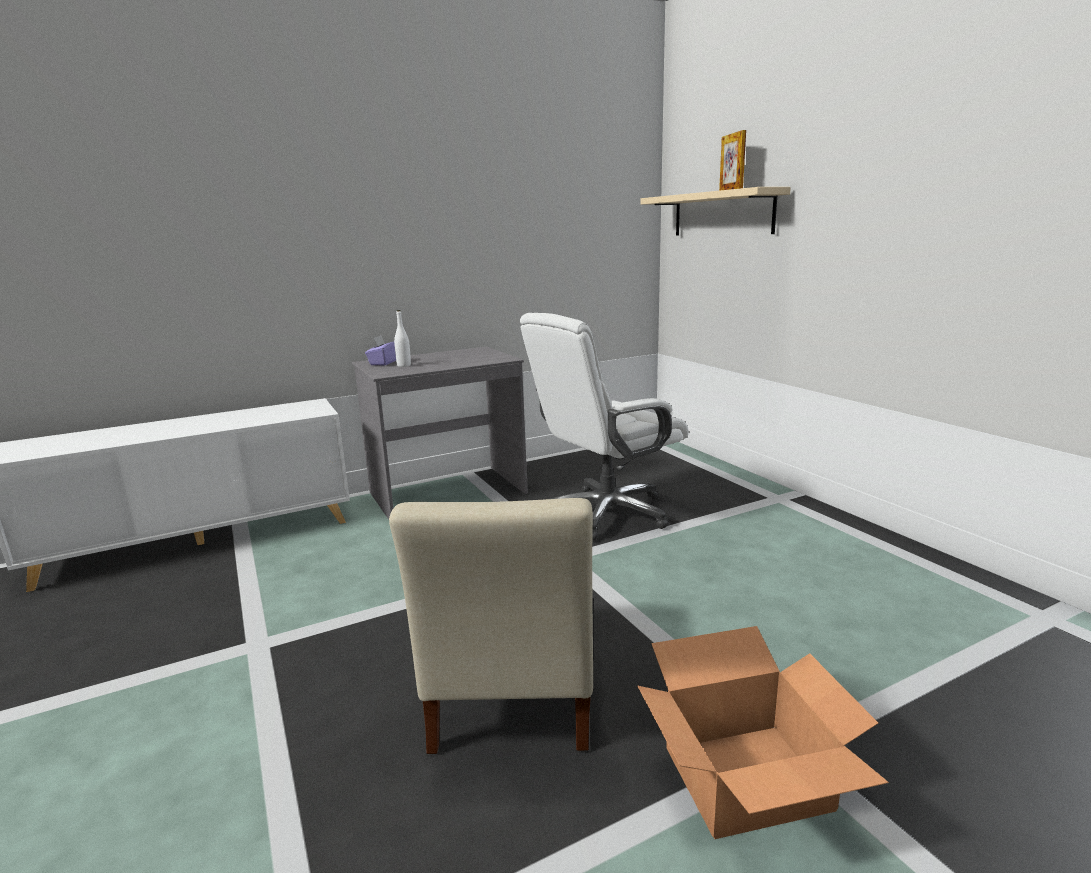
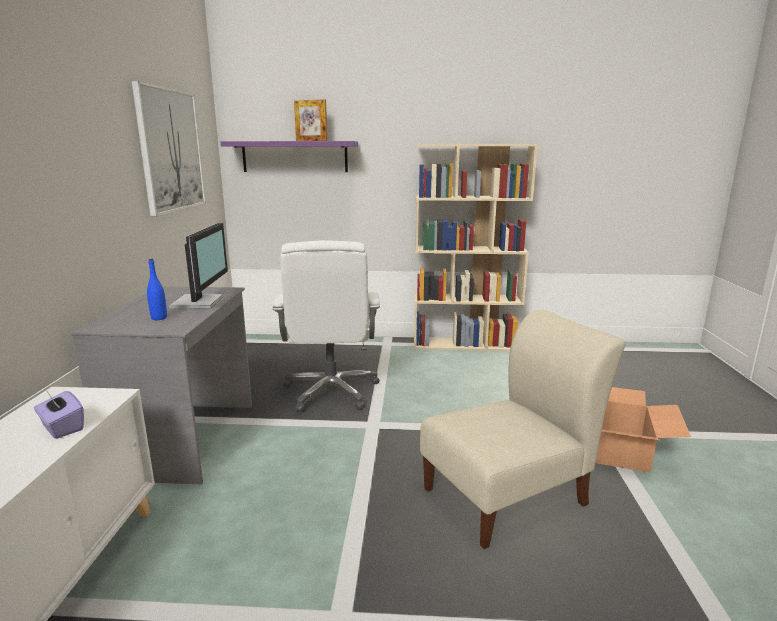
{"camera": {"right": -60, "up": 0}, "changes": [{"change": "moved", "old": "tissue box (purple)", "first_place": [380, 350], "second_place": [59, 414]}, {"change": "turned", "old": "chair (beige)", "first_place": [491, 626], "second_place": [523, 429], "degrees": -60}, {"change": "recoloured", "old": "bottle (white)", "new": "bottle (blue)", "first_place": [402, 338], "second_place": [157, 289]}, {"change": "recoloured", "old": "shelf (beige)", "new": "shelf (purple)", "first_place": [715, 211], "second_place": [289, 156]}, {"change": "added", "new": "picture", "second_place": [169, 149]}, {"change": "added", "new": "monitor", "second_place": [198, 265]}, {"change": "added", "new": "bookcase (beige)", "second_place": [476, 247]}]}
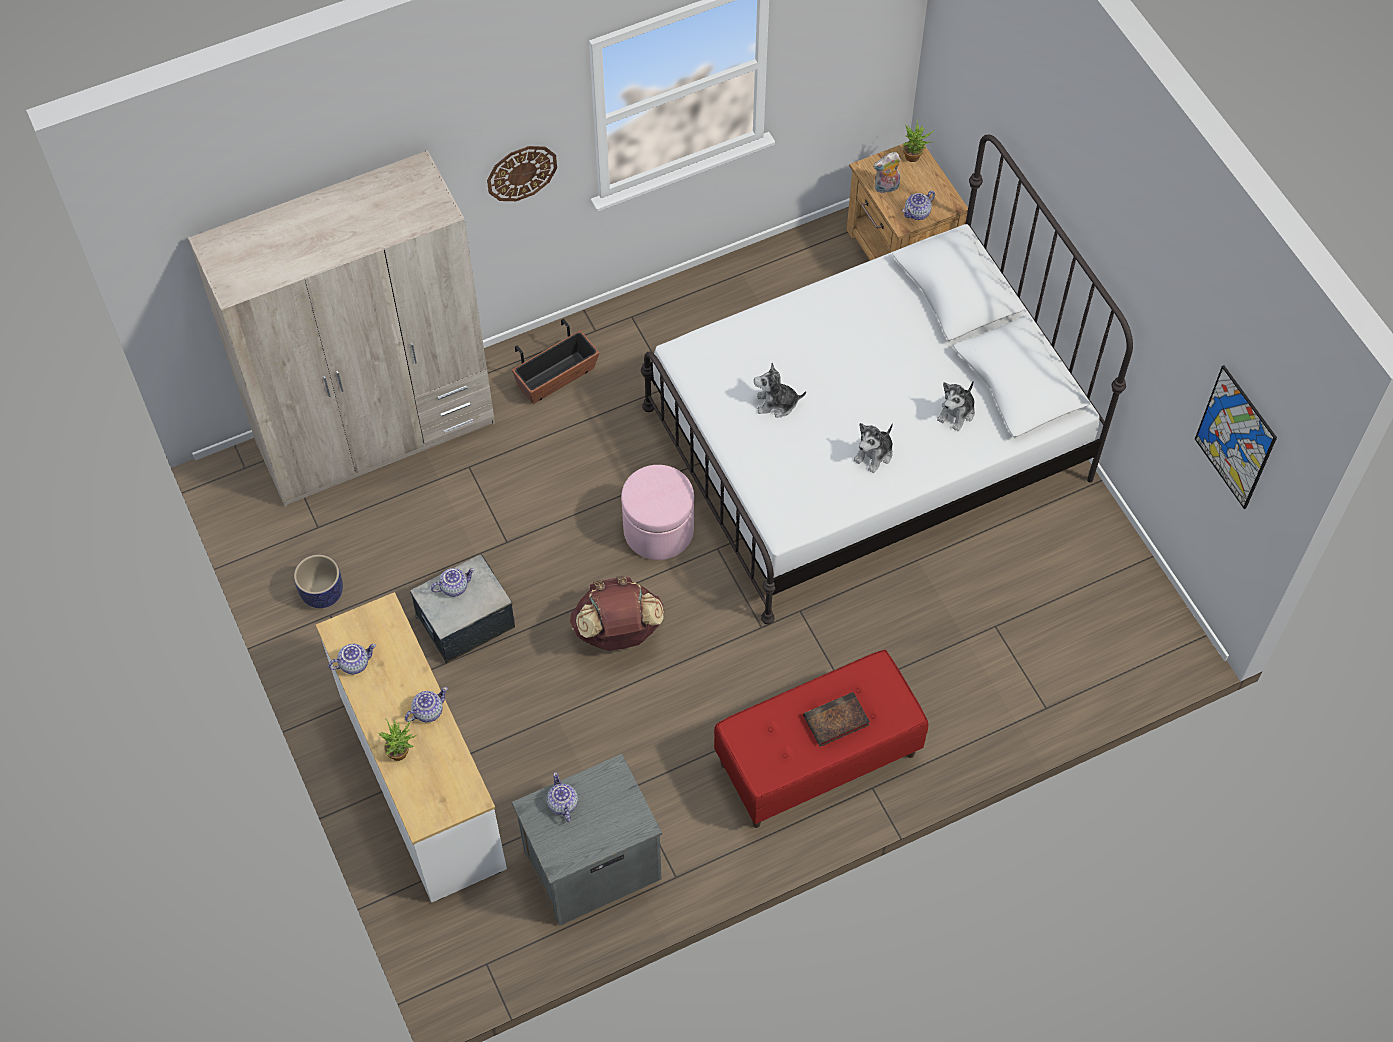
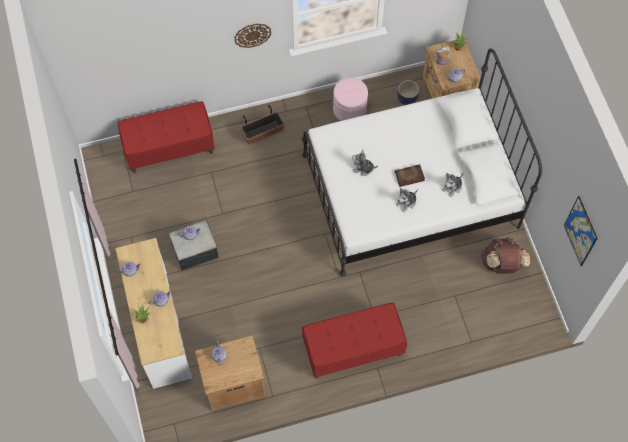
{"camera": {"right": 10, "up": 5}, "changes": [{"change": "replaced", "old": "wardrobe (beige)", "new": "bench (red)", "first_place": [341, 328], "second_place": [166, 137]}, {"change": "moved", "old": "planter", "first_place": [318, 581], "second_place": [408, 92]}, {"change": "recoloured", "old": "nightstand (grey)", "new": "nightstand (brown)", "first_place": [587, 840], "second_place": [230, 373]}, {"change": "moved", "old": "backpack (brown)", "first_place": [617, 613], "second_place": [505, 255]}, {"change": "moved", "old": "ottoman (pink)", "first_place": [657, 512], "second_place": [350, 99]}, {"change": "moved", "old": "book", "first_place": [836, 719], "second_place": [410, 175]}]}
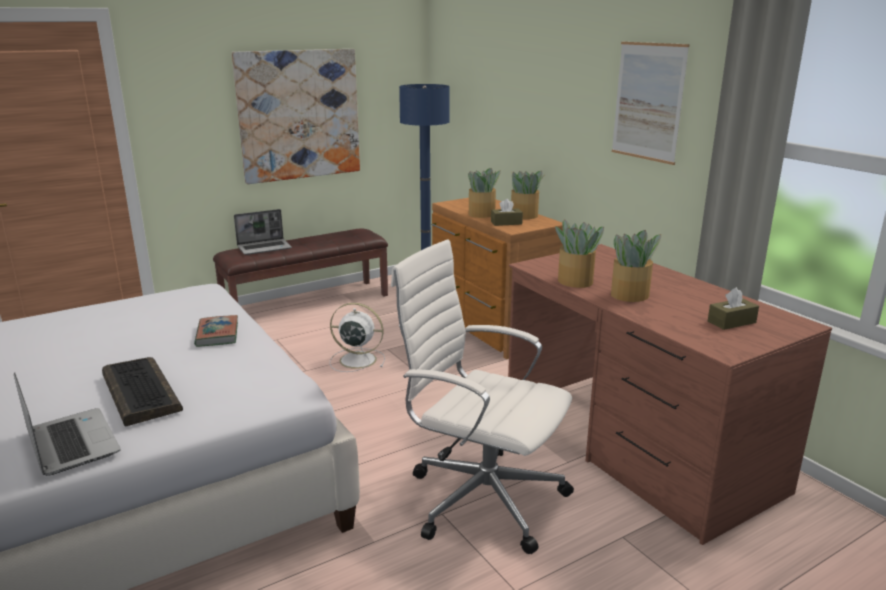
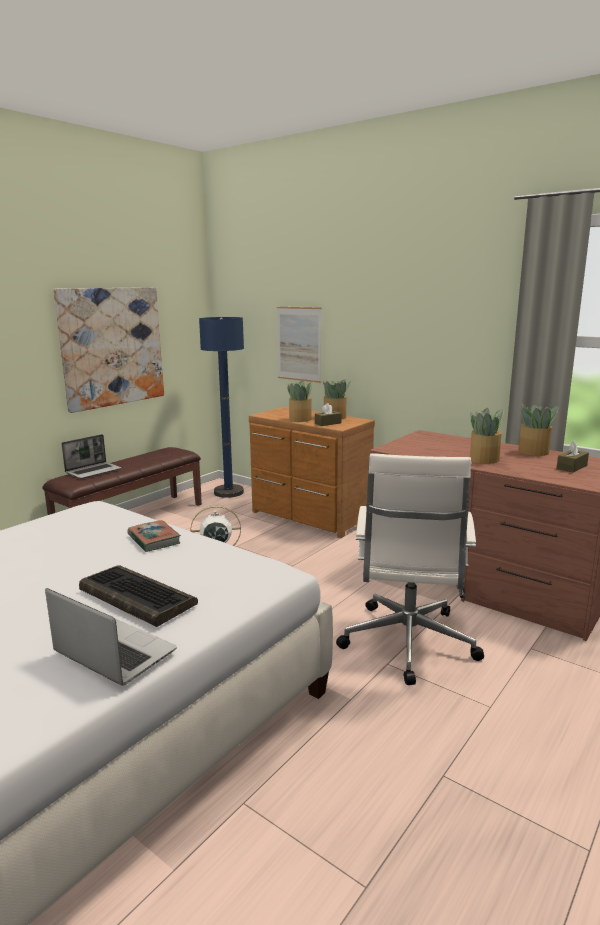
{"camera": {"right": -20, "up": -5}, "changes": [{"change": "turned", "old": "office chair (white)", "first_place": [482, 396], "second_place": [410, 569], "degrees": -90}, {"change": "moved", "old": "potted plant", "first_place": [579, 253], "second_place": [538, 430]}, {"change": "moved", "old": "picture", "first_place": [651, 103], "second_place": [299, 345]}]}
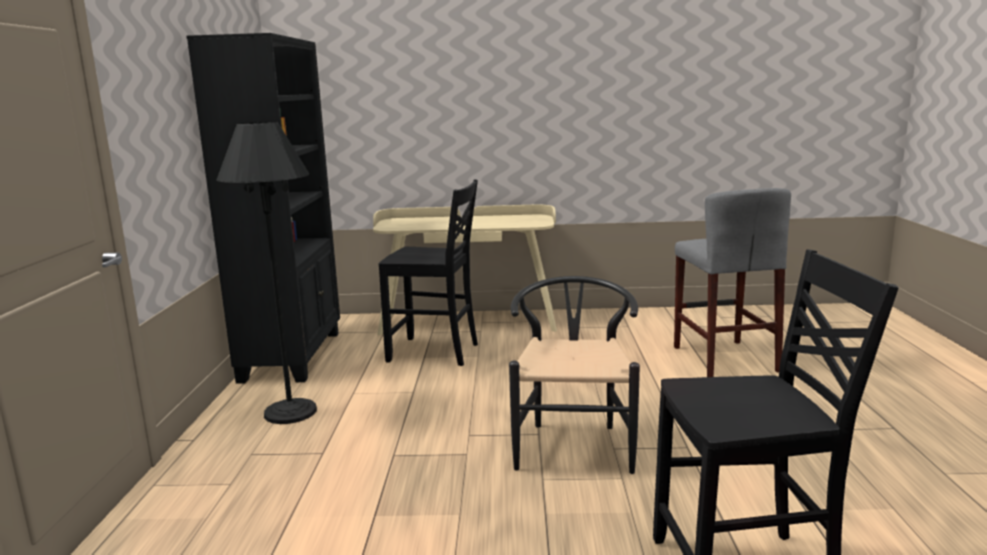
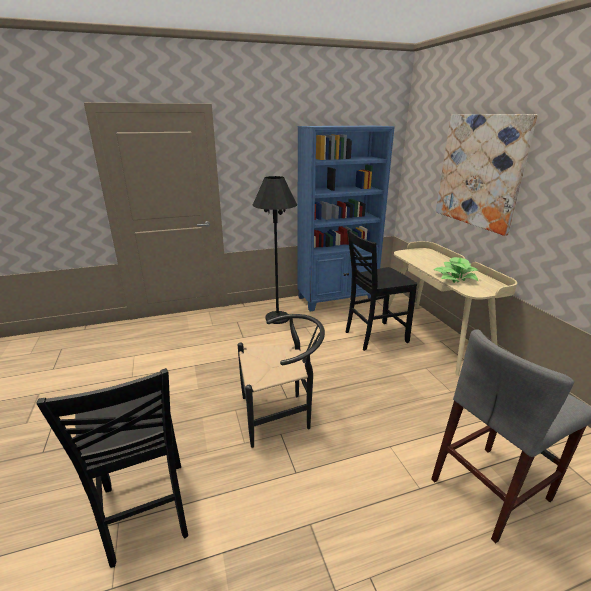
{"camera": {"right": 70, "up": 10}, "changes": [{"change": "recoloured", "old": "bookcase (black)", "new": "bookcase (blue)", "first_place": [263, 208], "second_place": [346, 218]}, {"change": "turned", "old": "chair (black)", "first_place": [428, 272], "second_place": [381, 290], "degrees": 75}, {"change": "added", "new": "potted plant", "second_place": [456, 270]}, {"change": "added", "new": "picture", "second_place": [487, 175]}]}
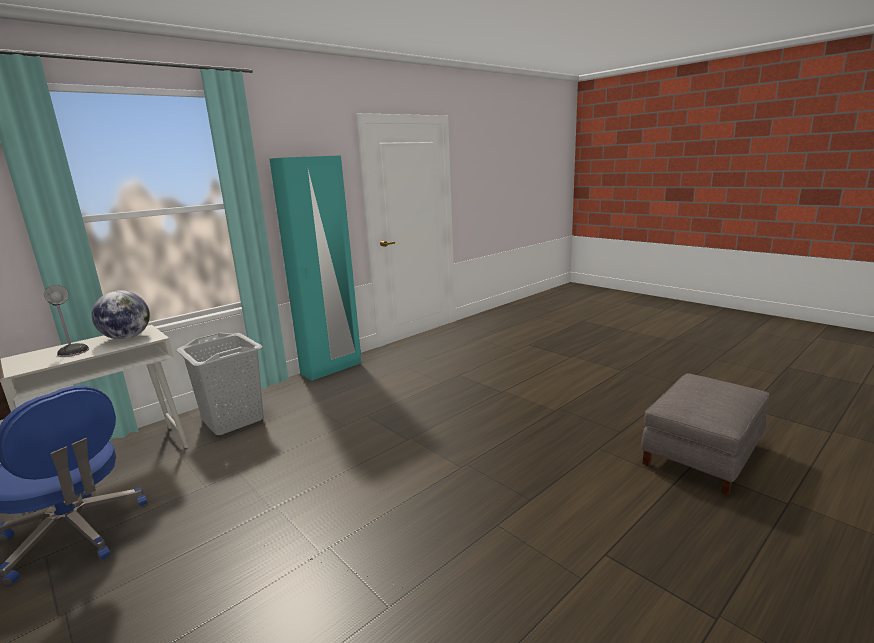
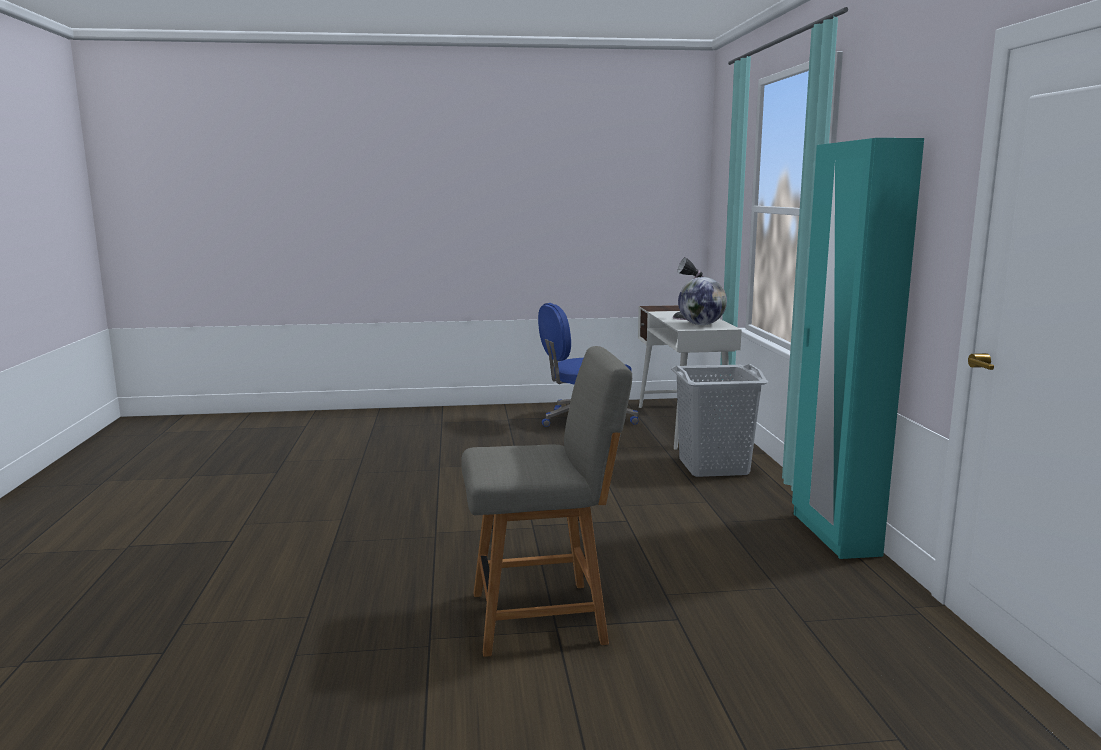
{"camera": {"right": 125, "up": -5}, "changes": [{"change": "removed", "old": "ottoman (grey)", "first_place": [705, 434]}, {"change": "added", "new": "chair (grey)", "second_place": [546, 501]}]}
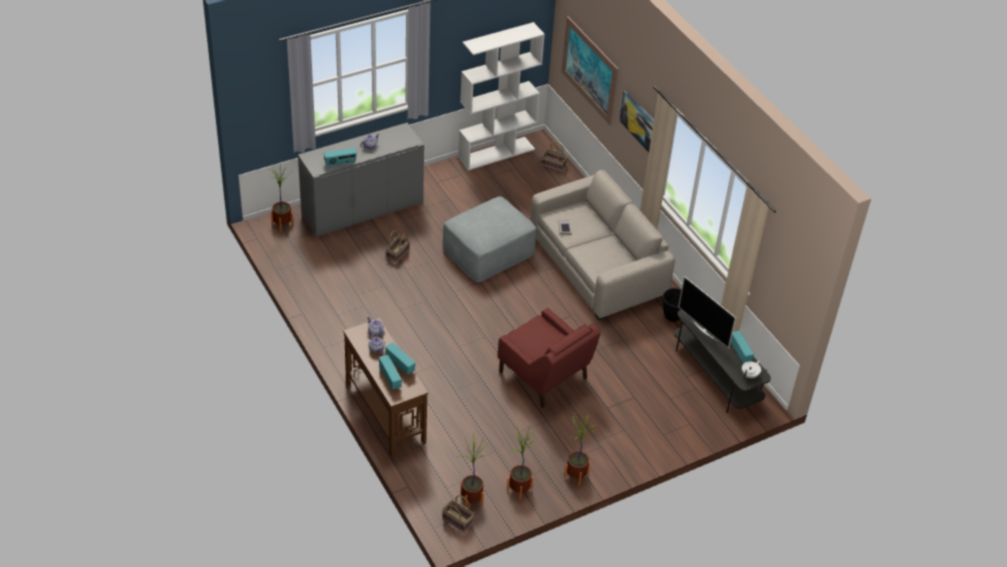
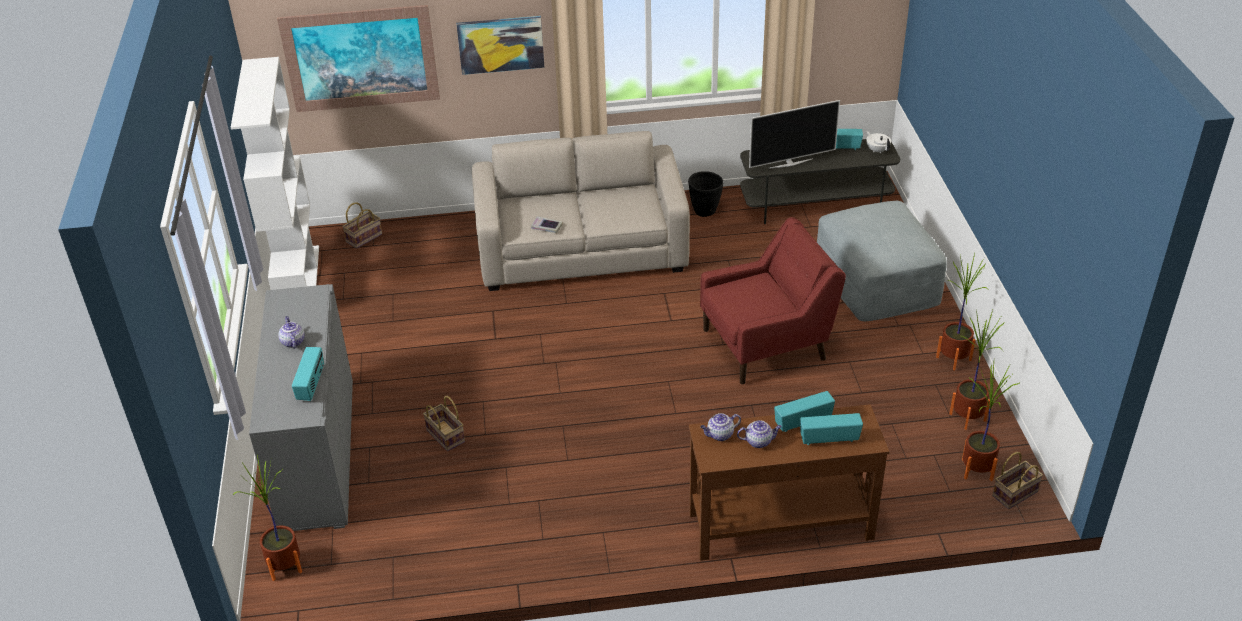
{"camera": {"right": -65, "up": -5}, "changes": [{"change": "moved", "old": "ottoman (grey)", "first_place": [490, 239], "second_place": [882, 261]}]}
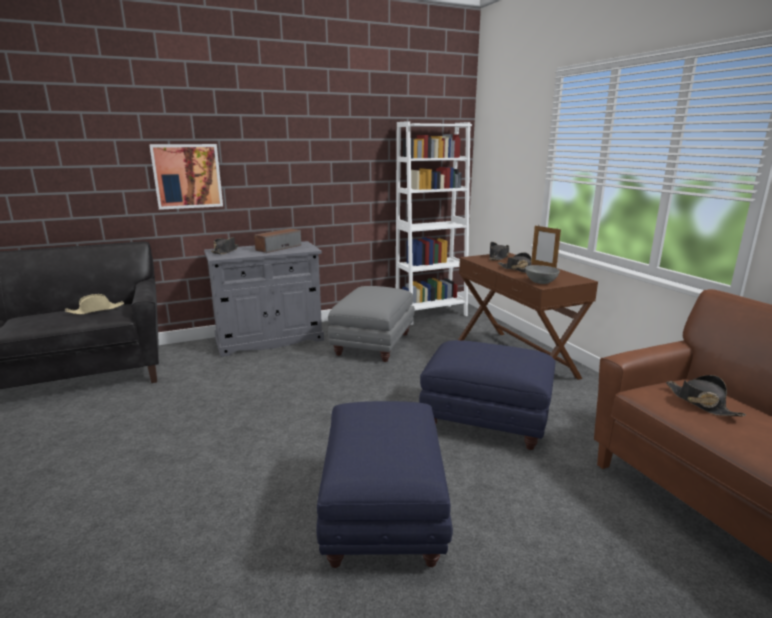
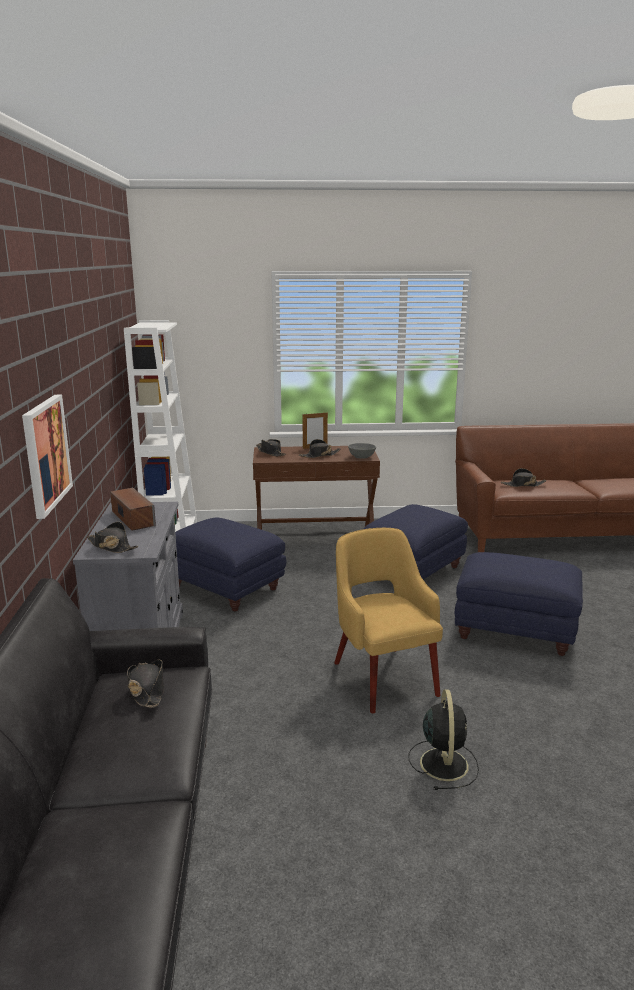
{"camera": {"right": -70, "up": 0}, "changes": [{"change": "recoloured", "old": "hat (beige)", "new": "hat (black)", "first_place": [95, 304], "second_place": [145, 684]}, {"change": "recoloured", "old": "ottoman (grey)", "new": "ottoman (blue)", "first_place": [371, 324], "second_place": [231, 564]}, {"change": "added", "new": "armchair (yellow)", "second_place": [388, 620]}, {"change": "added", "new": "fan (black)", "second_place": [443, 739]}]}
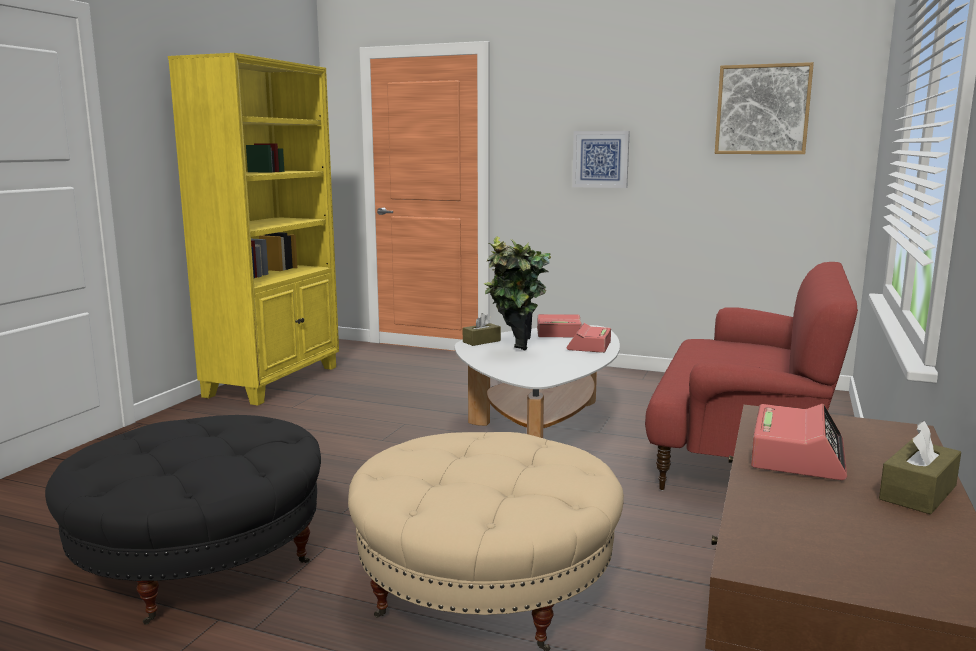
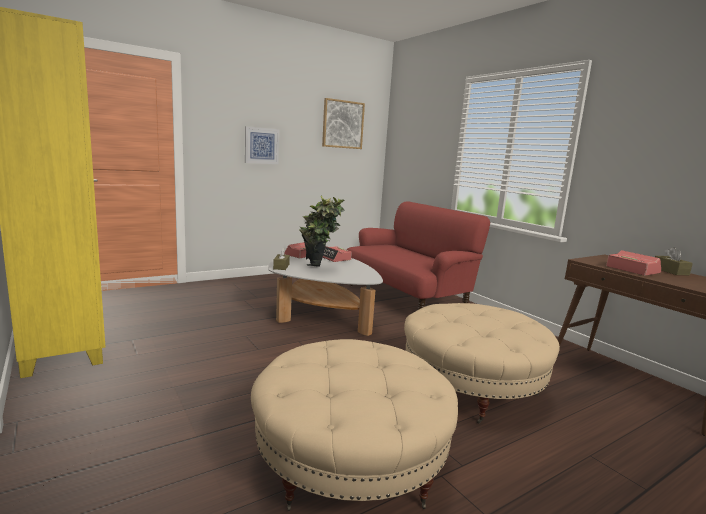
{"camera": {"right": -55, "up": 0}, "changes": [{"change": "recoloured", "old": "ottoman (black)", "new": "ottoman (beige)", "first_place": [183, 520], "second_place": [354, 425]}]}
